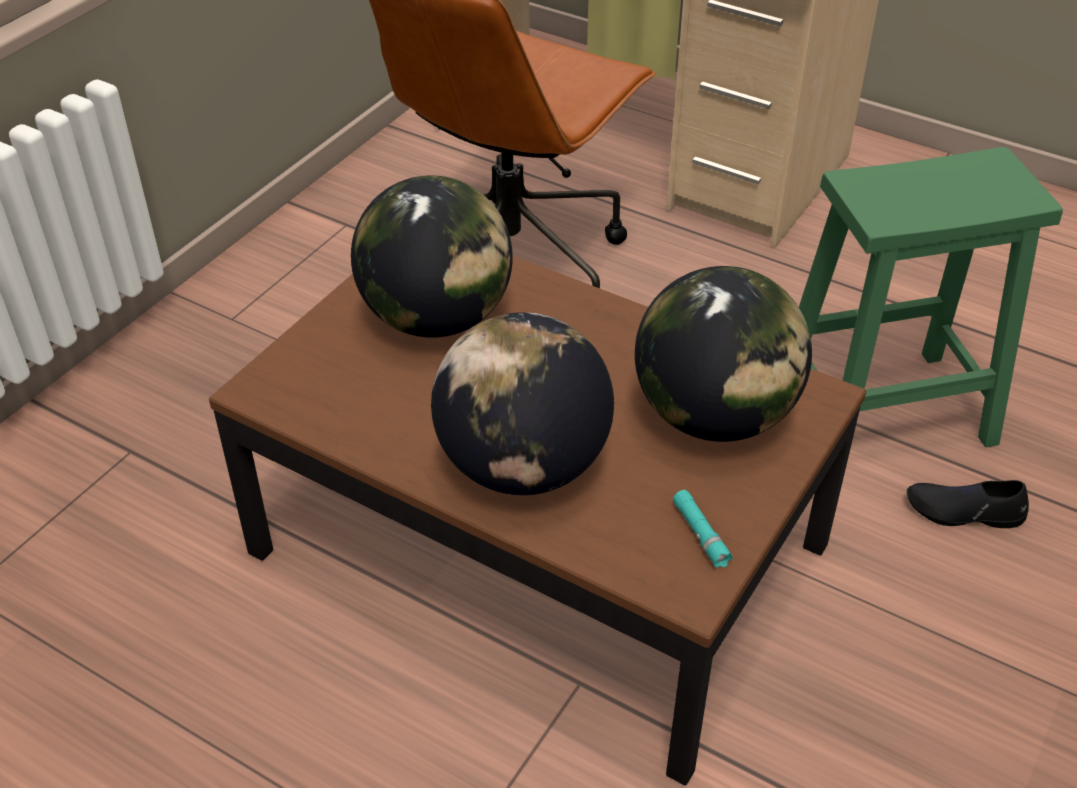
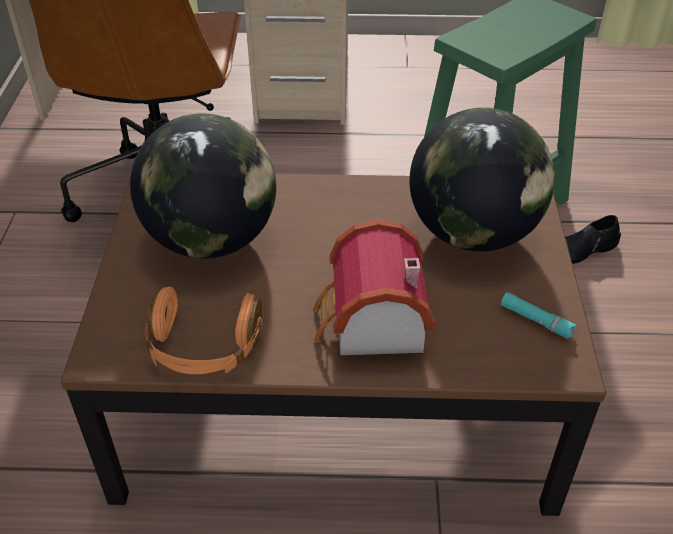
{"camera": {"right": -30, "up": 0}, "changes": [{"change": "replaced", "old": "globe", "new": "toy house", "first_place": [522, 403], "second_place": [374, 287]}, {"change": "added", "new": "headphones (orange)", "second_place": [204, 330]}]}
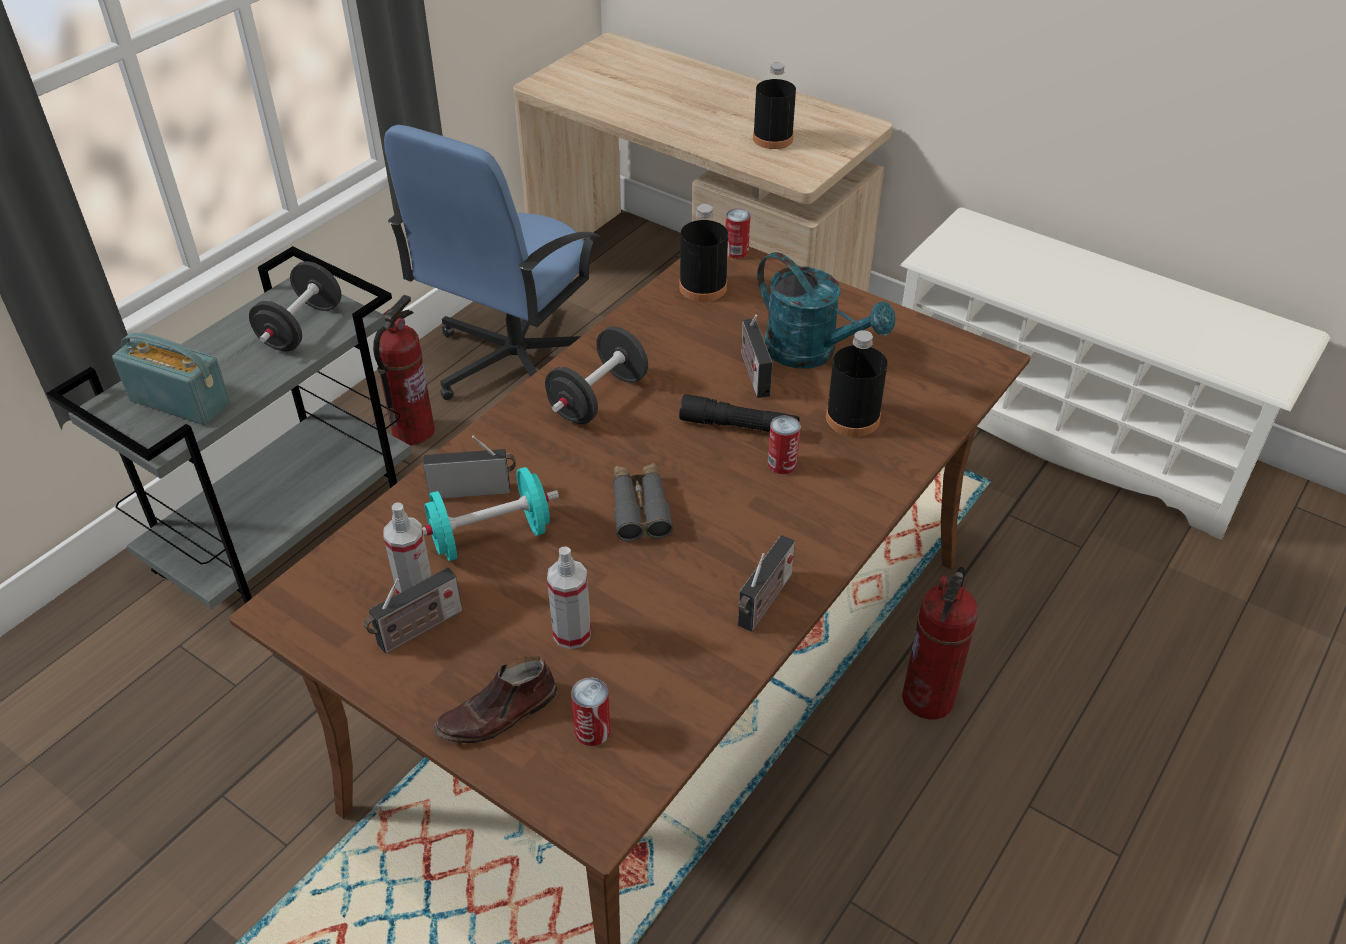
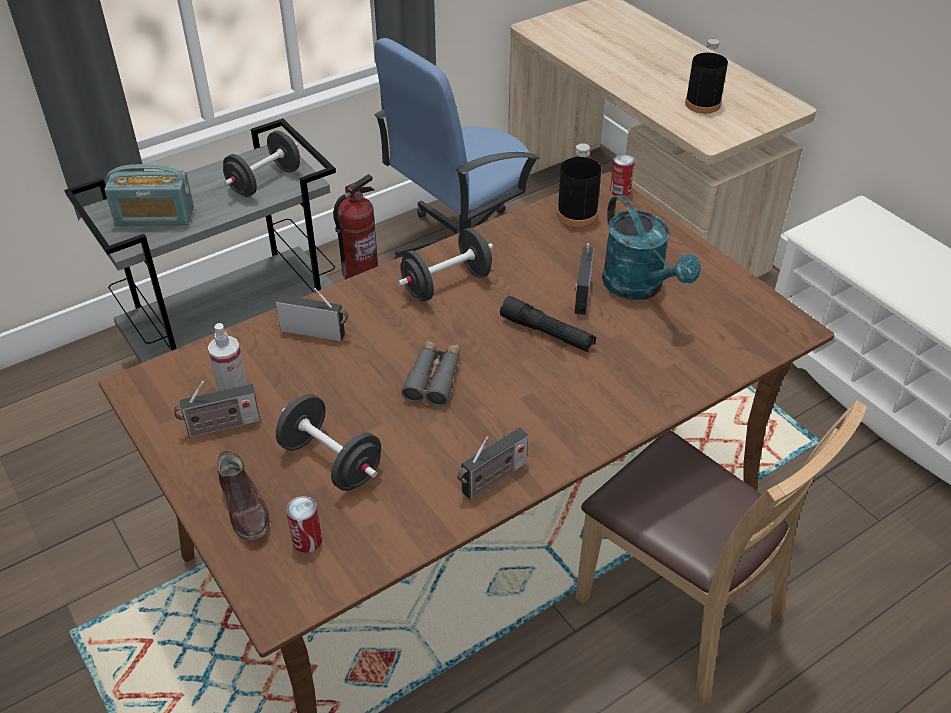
{"camera": {"right": 20, "up": 0}, "changes": [{"change": "turned", "old": "radio", "first_place": [171, 379], "second_place": [149, 195], "degrees": 135}, {"change": "removed", "old": "dumbbell (turquoise)", "first_place": [490, 514]}, {"change": "turned", "old": "shoe (brown)", "first_place": [495, 699], "second_place": [243, 495], "degrees": -105}, {"change": "replaced", "old": "spray bottle", "new": "dumbbell (black)", "first_place": [569, 597], "second_place": [328, 442]}, {"change": "removed", "old": "can", "first_place": [784, 444]}, {"change": "removed", "old": "bottle (black)", "first_place": [857, 383]}, {"change": "replaced", "old": "fire extinguisher", "new": "chair (brown)", "first_place": [940, 643], "second_place": [721, 553]}]}
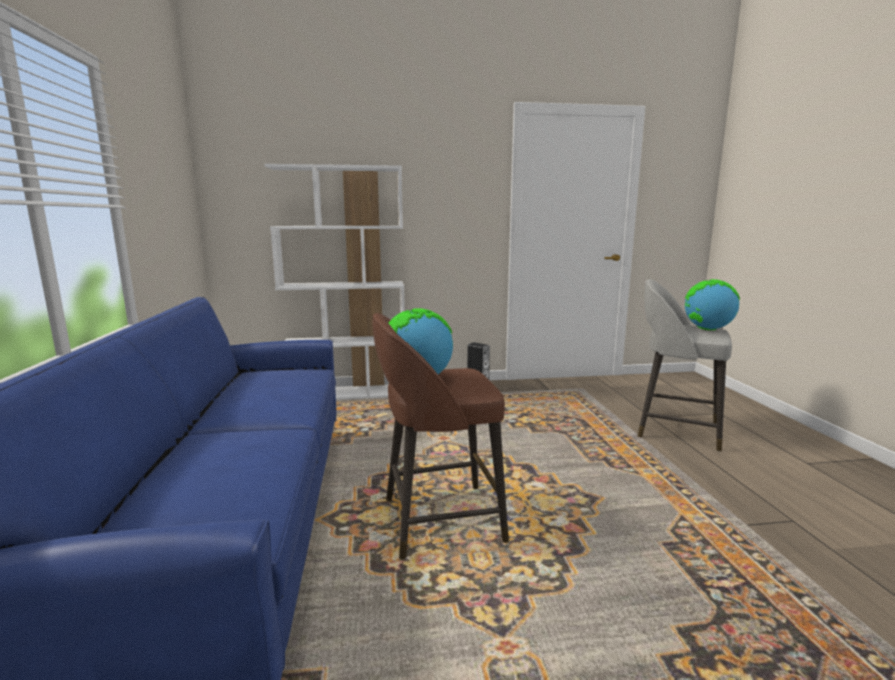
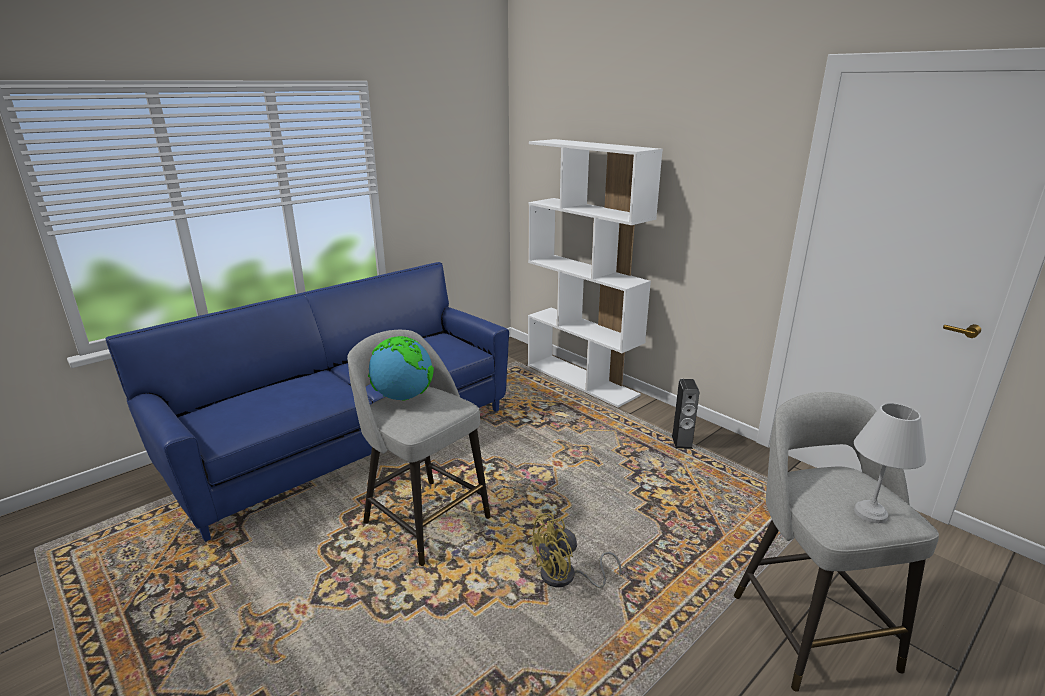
{"camera": {"right": 55, "up": 10}, "changes": [{"change": "recoloured", "old": "stool (brown)", "new": "stool (grey)", "first_place": [440, 436], "second_place": [419, 448]}, {"change": "replaced", "old": "globe", "new": "table lamp (white)", "first_place": [712, 304], "second_place": [890, 463]}, {"change": "added", "new": "fan (yellow)", "second_place": [574, 550]}]}
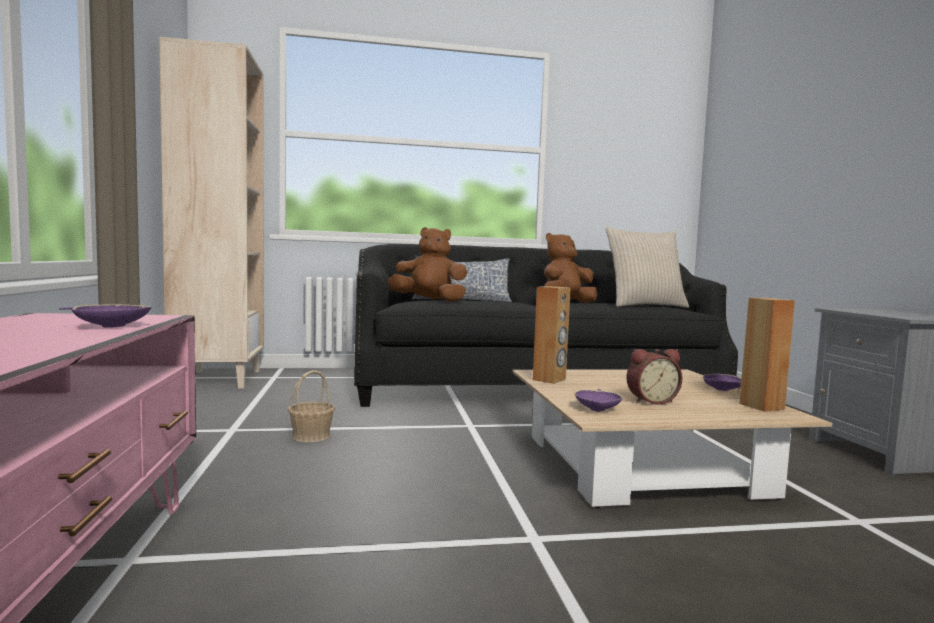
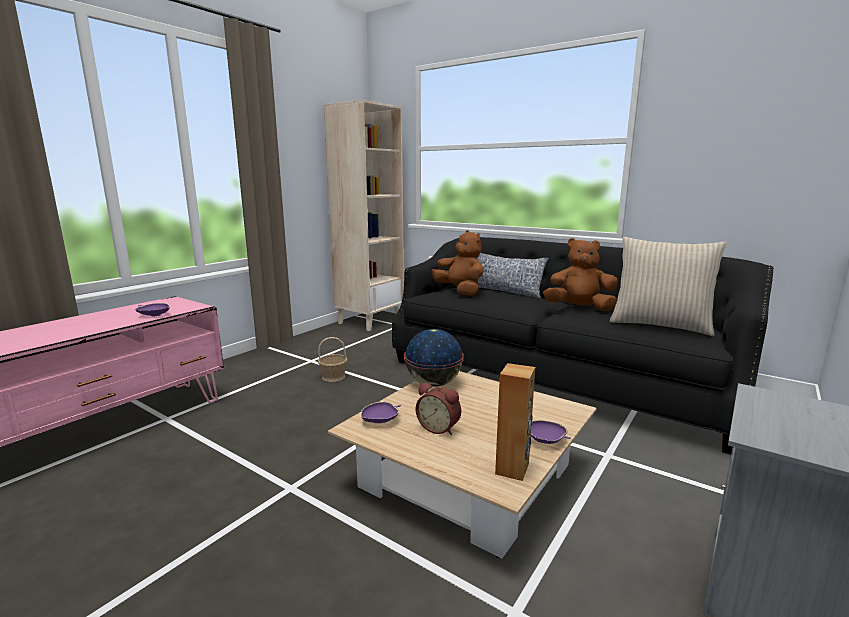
{"camera": {"right": 45, "up": 10}, "changes": [{"change": "replaced", "old": "speaker (brown)", "new": "globe", "first_place": [552, 335], "second_place": [434, 358]}]}
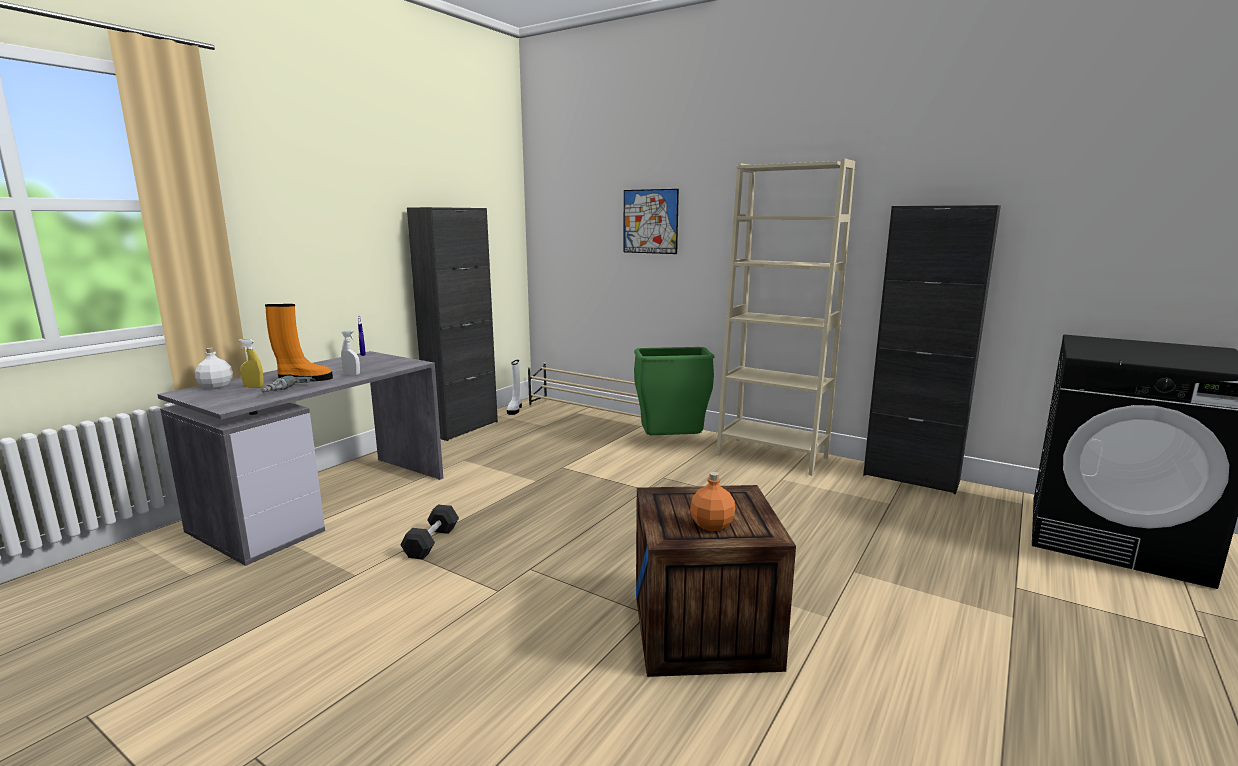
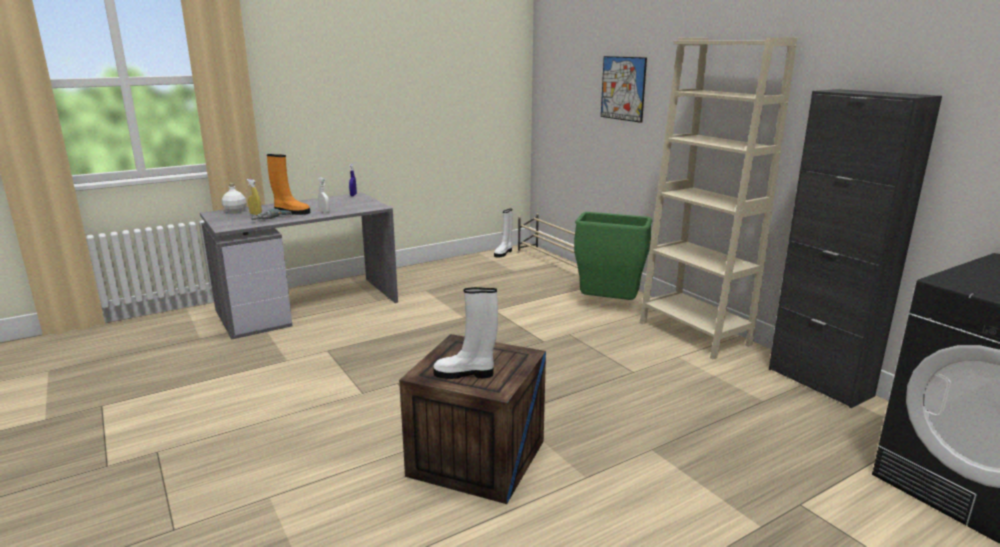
{"camera": {"right": 25, "up": 5}, "changes": [{"change": "removed", "old": "dumbbell (black)", "first_place": [429, 532]}, {"change": "removed", "old": "cabinet (black)", "first_place": [452, 324]}, {"change": "replaced", "old": "bottle (orange)", "new": "boot (white)", "first_place": [712, 501], "second_place": [465, 333]}]}
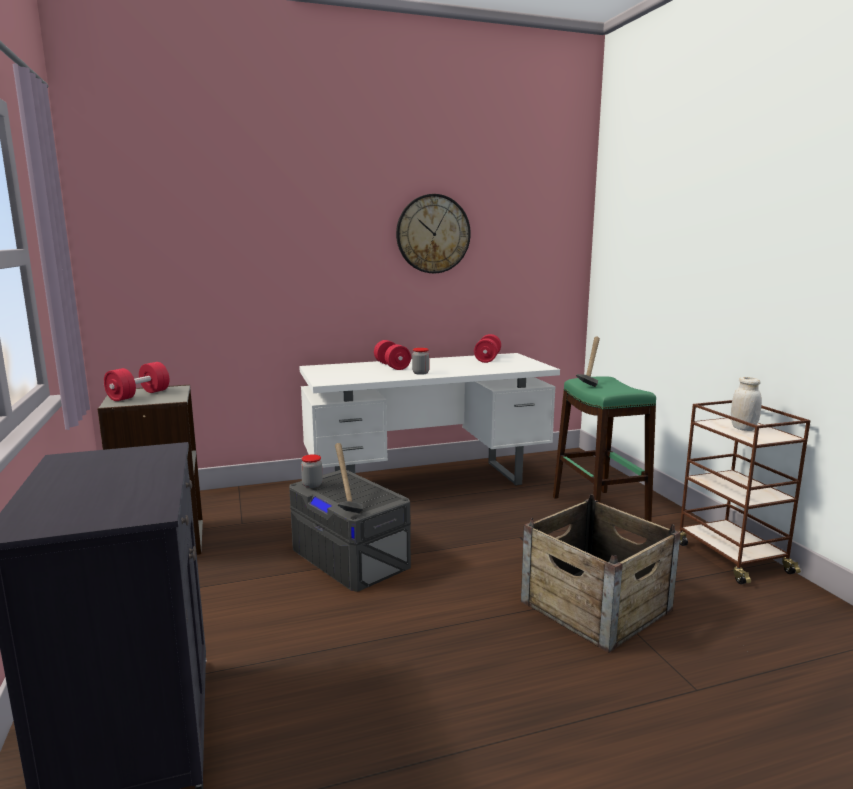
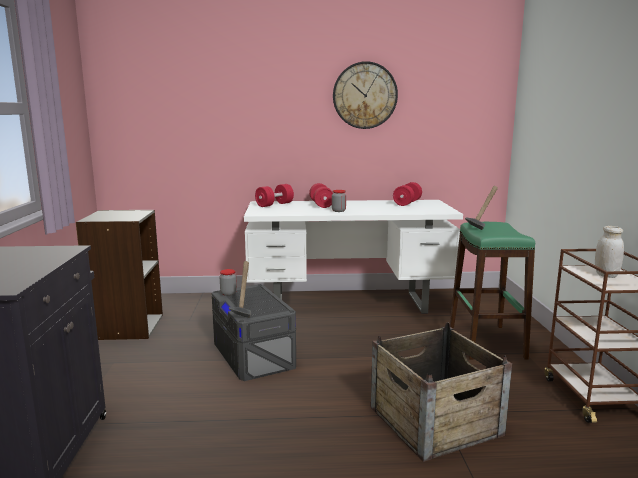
{"camera": {"right": 15, "up": 0}, "changes": [{"change": "moved", "old": "dumbbell (red)", "first_place": [136, 381], "second_place": [274, 195]}]}
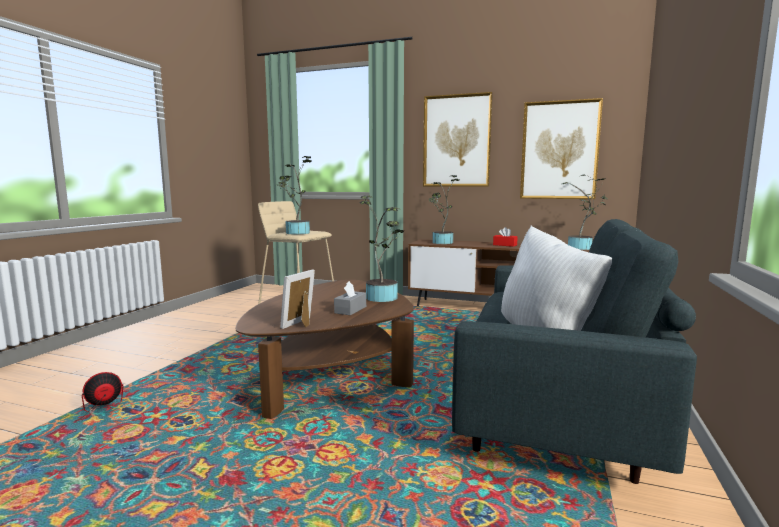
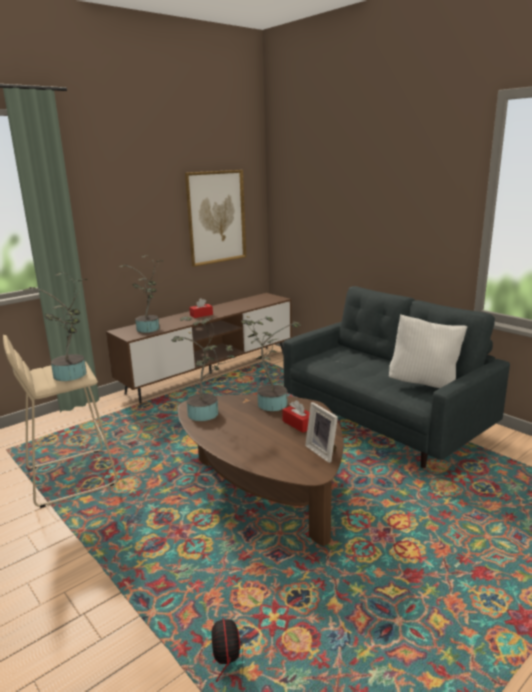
{"camera": {"right": -60, "up": 10}, "changes": [{"change": "recoloured", "old": "tissue box (grey)", "new": "tissue box (red)", "first_place": [350, 298], "second_place": [296, 416]}, {"change": "removed", "old": "picture", "first_place": [458, 139]}, {"change": "moved", "old": "potted plant", "first_place": [585, 212], "second_place": [203, 369]}]}
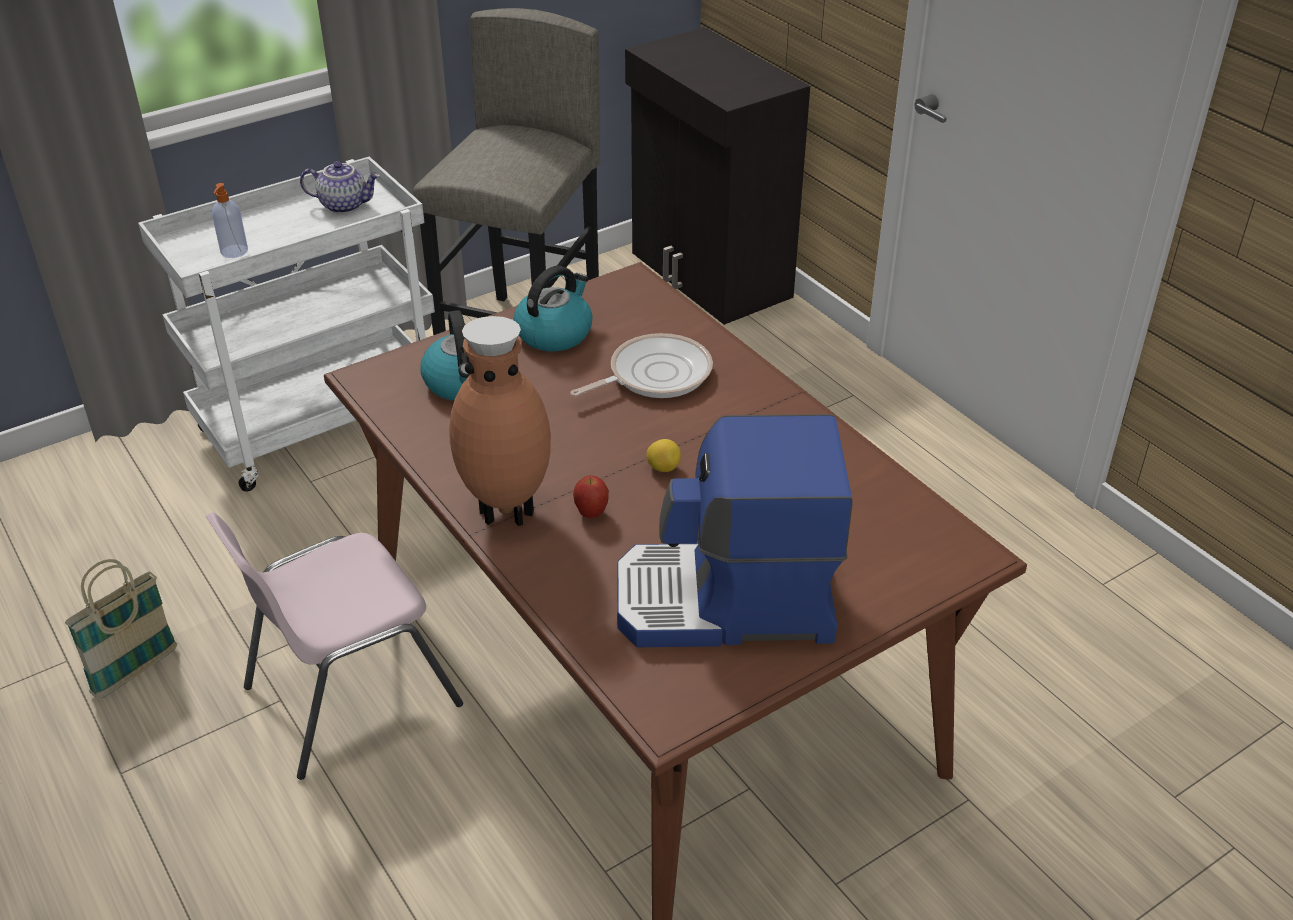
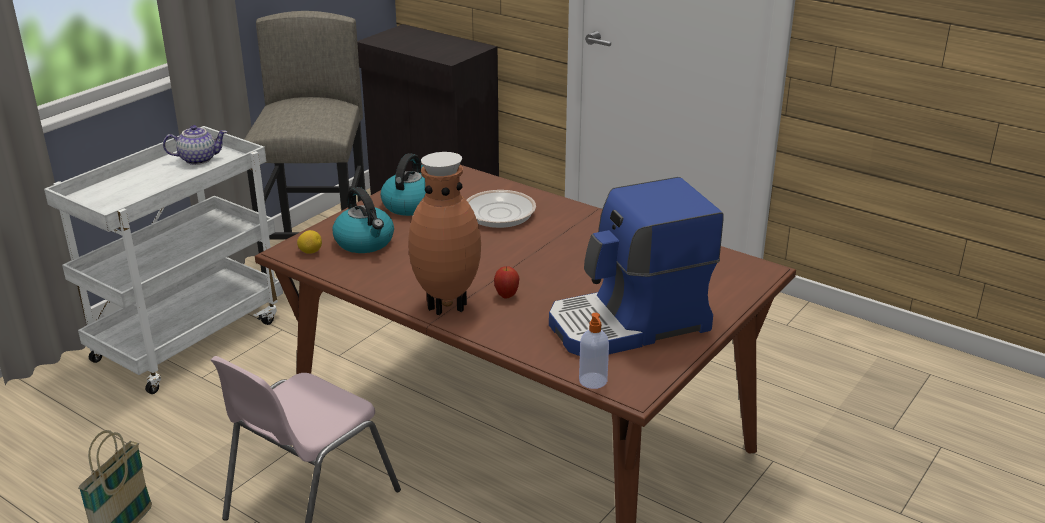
{"camera": {"right": -20, "up": -10}, "changes": [{"change": "moved", "old": "soap dispenser", "first_place": [230, 220], "second_place": [594, 351]}, {"change": "moved", "old": "lemon", "first_place": [663, 455], "second_place": [309, 242]}]}
